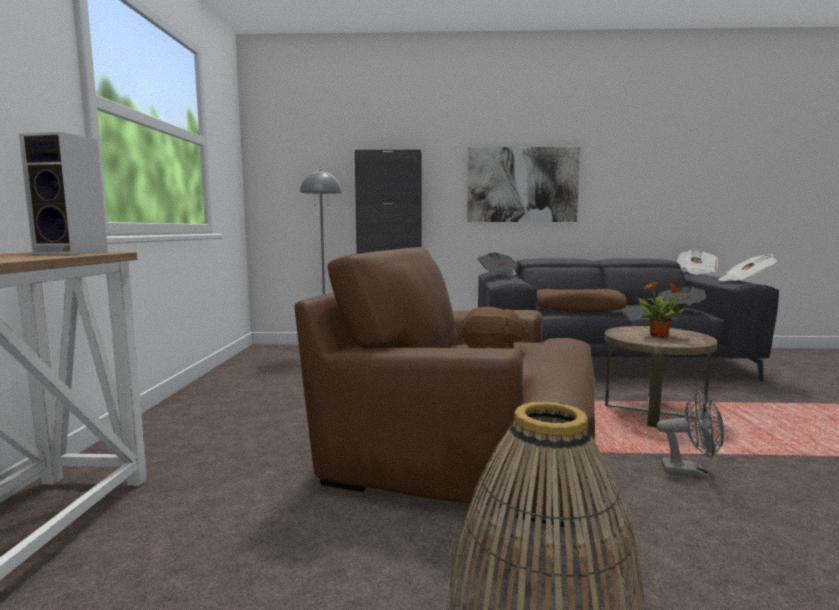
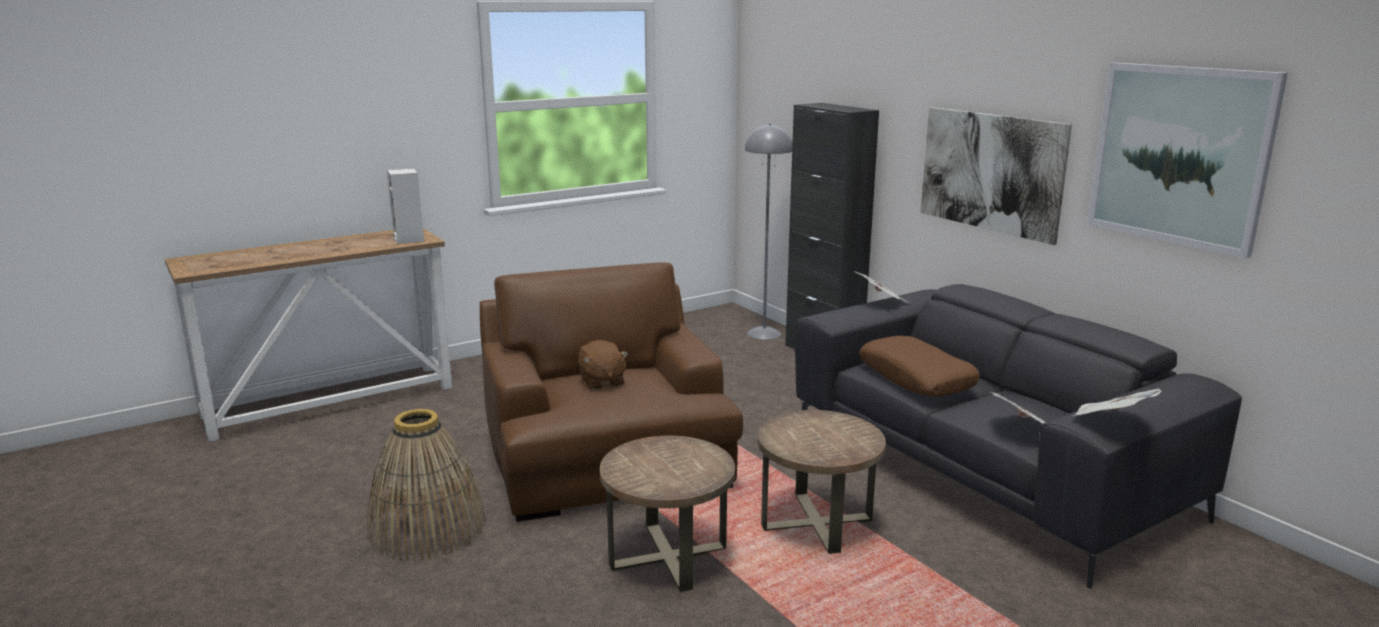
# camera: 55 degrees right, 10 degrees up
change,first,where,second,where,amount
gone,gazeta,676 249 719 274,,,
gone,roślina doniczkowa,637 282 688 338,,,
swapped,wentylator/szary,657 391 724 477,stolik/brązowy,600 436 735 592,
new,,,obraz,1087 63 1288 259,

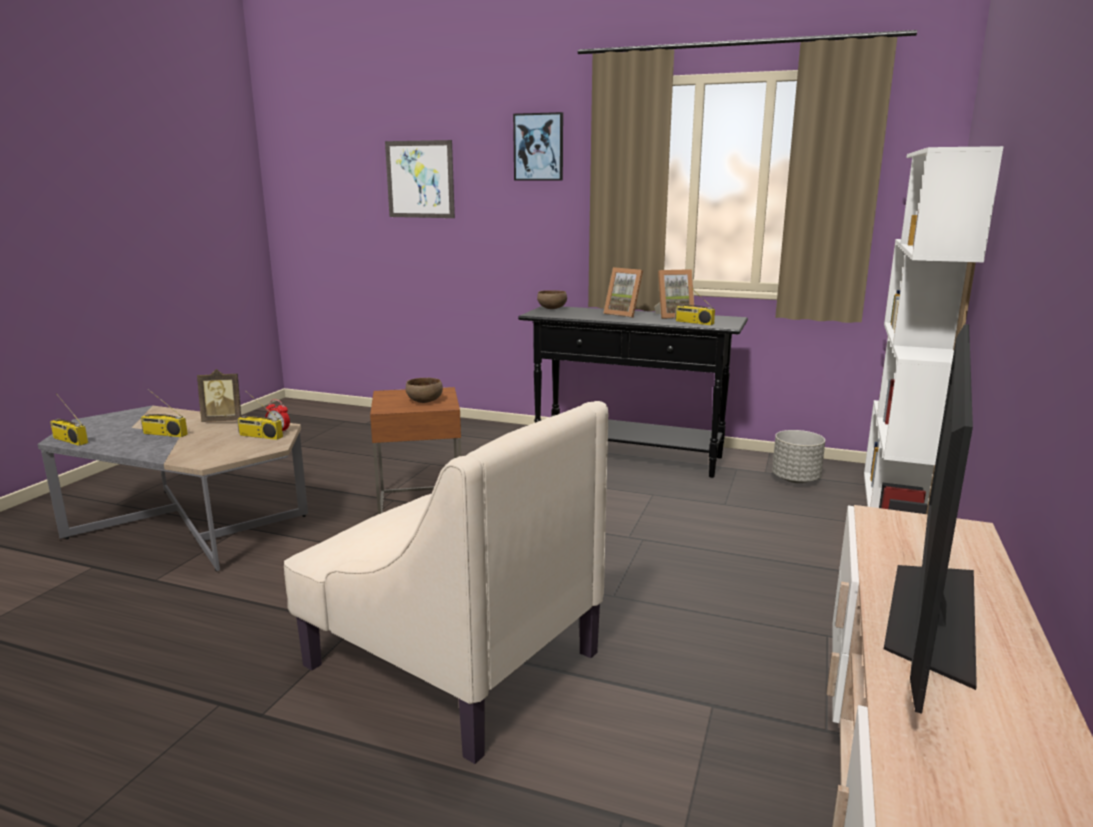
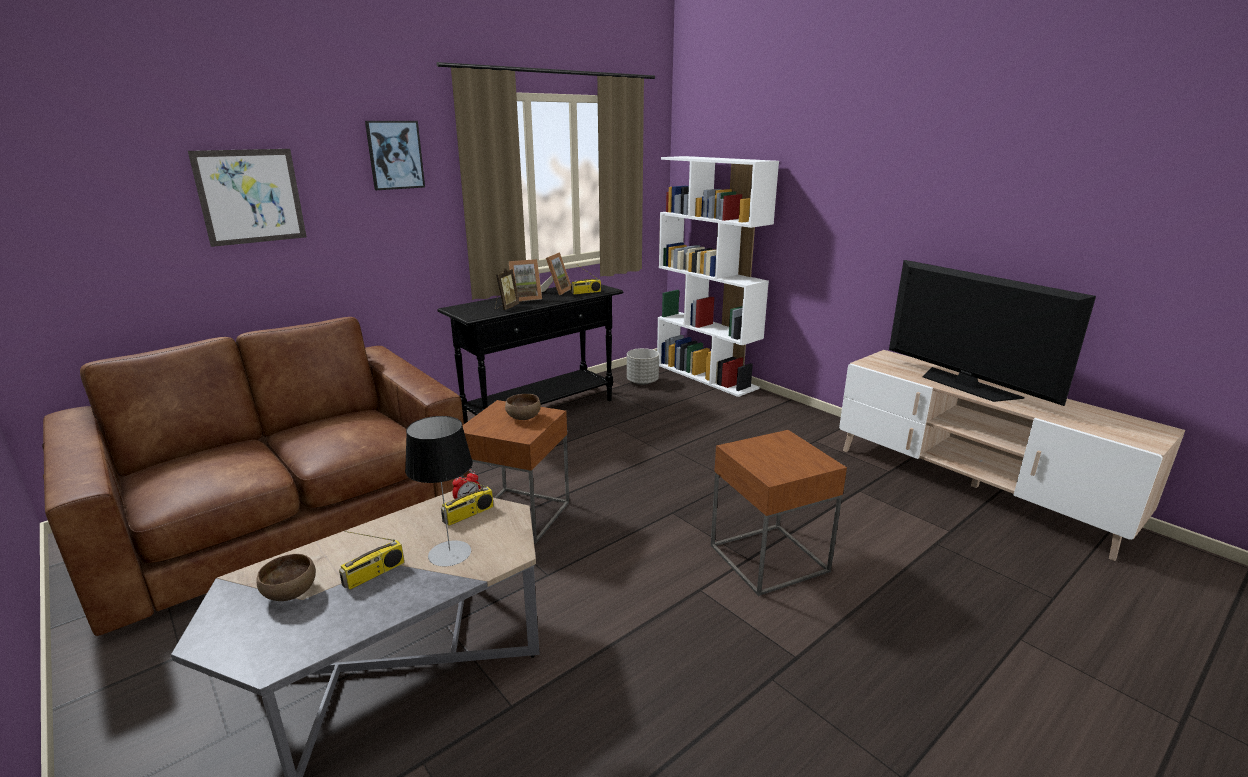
# camera: 60 degrees left, 5 degrees up
change,first,where,second,where,amount
shifted,miska/brązowy,537 290 567 309,,257 554 316 601,
shifted,ramka na zdjęcie,197 369 241 422,,495 268 519 310,
gone,radio,50 393 88 446,,,
swapped,fotel/beżowy,284 401 608 764,stolik/brązowy,711 430 847 596,
new,,,kanapa/brązowy,42 317 469 636,
new,,,lampa stołowa,405 416 473 566,

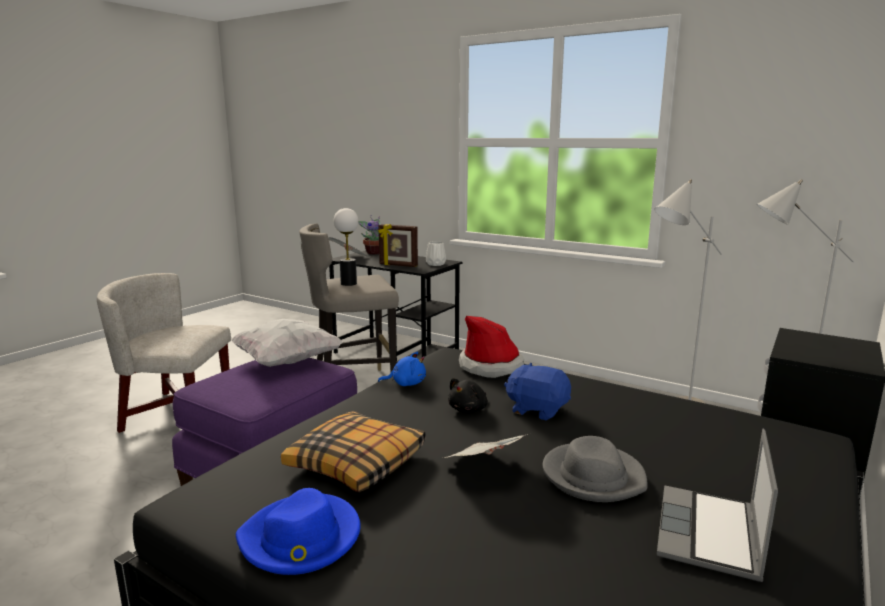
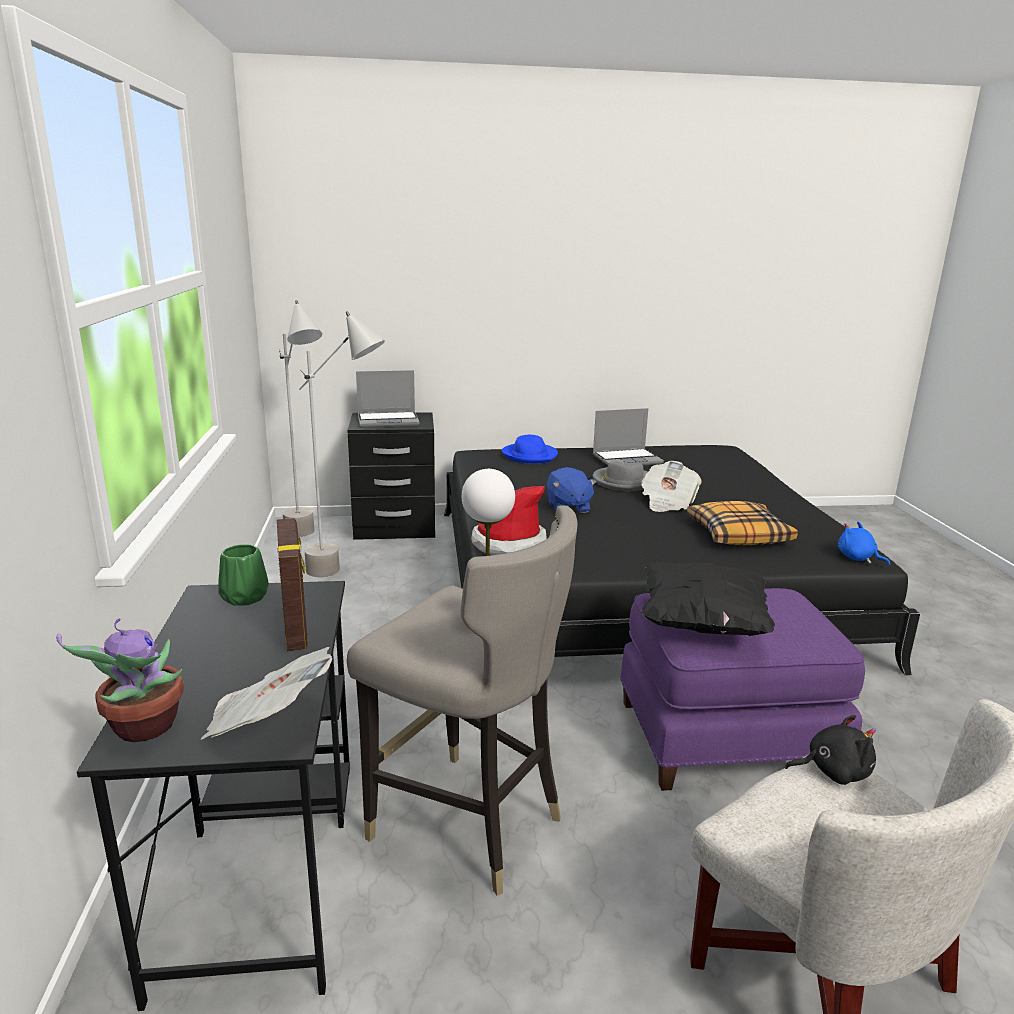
# camera: 130 degrees left, 5 degrees up
change,first,where,second,where,amount
repainted,wazon/biały,426 241 446 266,wazon/zielony,218 544 269 606,
repainted,poduszka/biały,231 319 343 367,poduszka/czarny,641 562 775 636,
shifted,pluszak/niebieski,378 352 426 386,,838 522 890 565,
shifted,pluszak/czarny,448 378 488 413,,785 715 876 785,
shifted,kapelusz/niebieski,236 488 360 575,,502 435 558 463,
new,,,laptop,356 370 420 428,

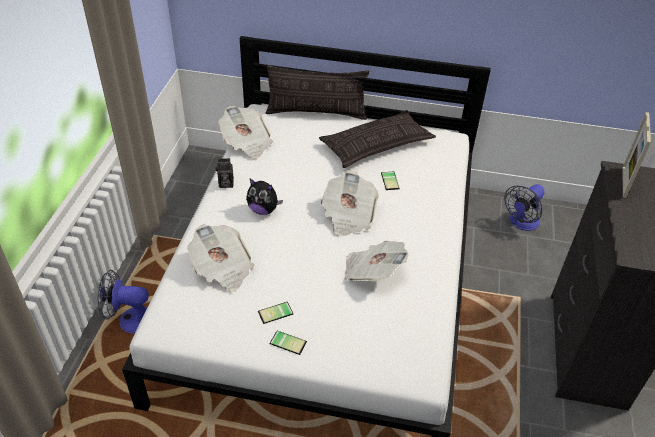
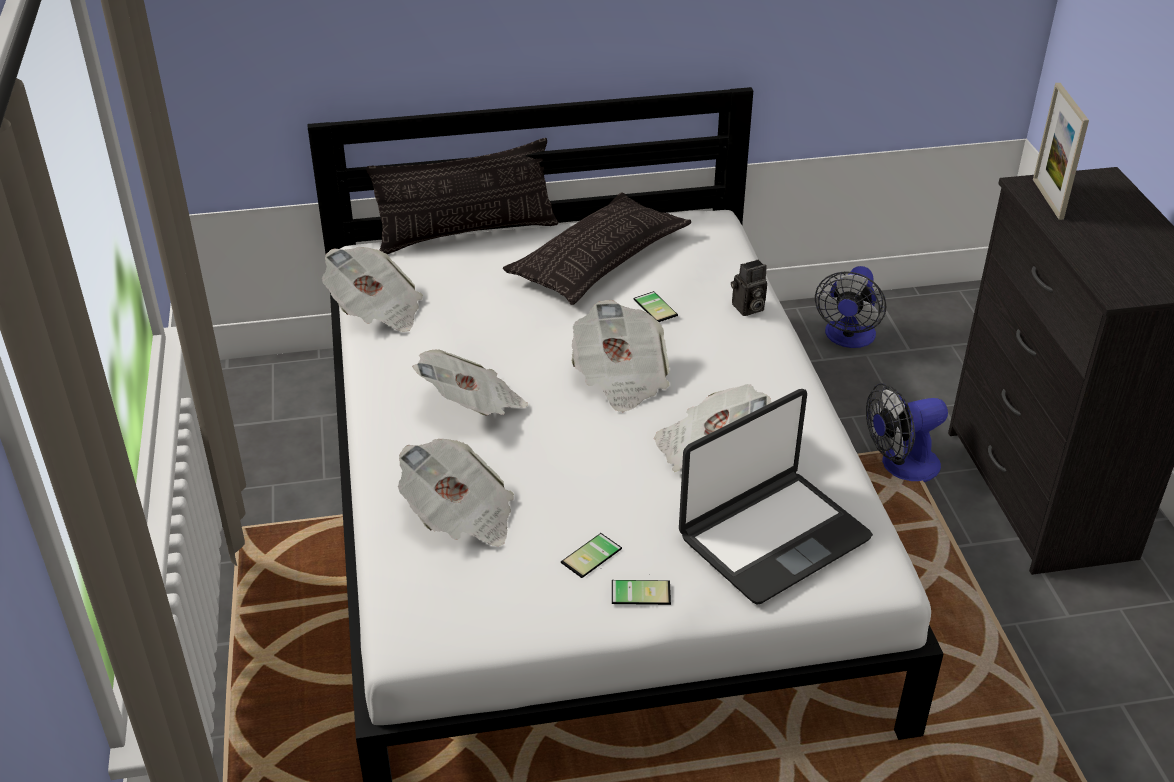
# camera: 20 degrees left, 5 degrees down
change,first,where,second,where,amount
shifted,aparat fotograficzny,215 158 234 188,,731 260 767 316,
swapped,pluszak,246 179 283 215,gazeta,412 349 528 416,
shifted,wentylator,98 270 148 333,,866 383 948 482,
new,,,laptop,679 389 873 604,

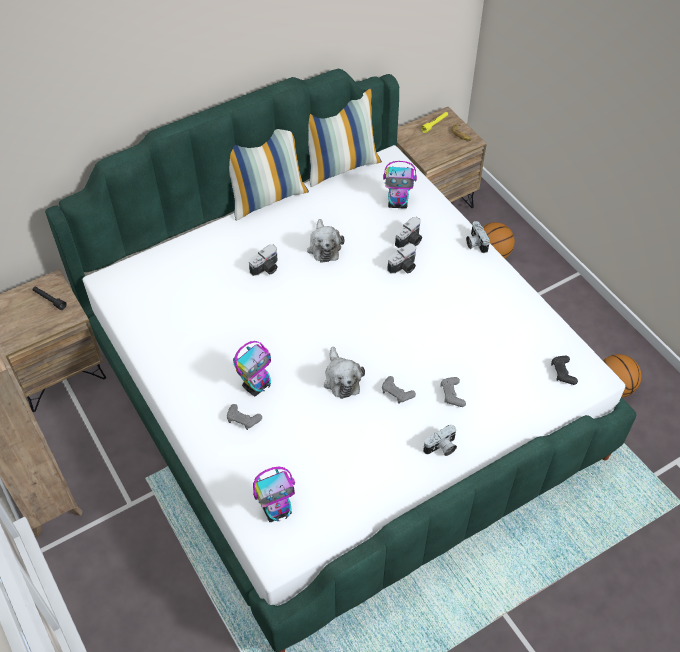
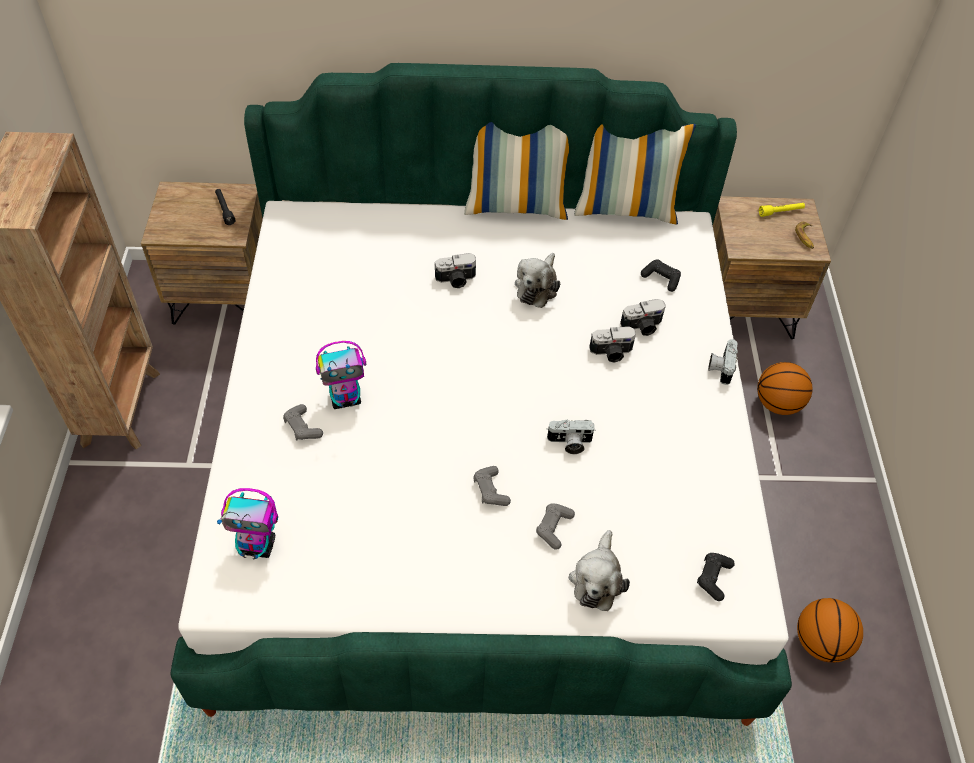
# camera: 30 degrees right, 0 degrees up
change,first,where,second,where,amount
swapped,robot zabawkowy,383 161 417 209,pad do gier/czarny,641 259 681 292,
shifted,pluszak,324 347 365 399,,569 530 630 611,
shifted,aparat fotograficzny,423 425 457 456,,547 419 595 454,

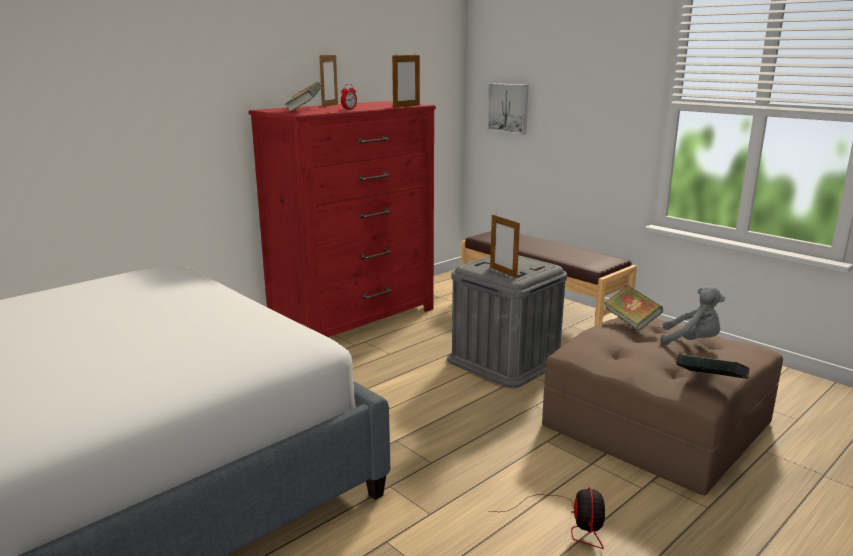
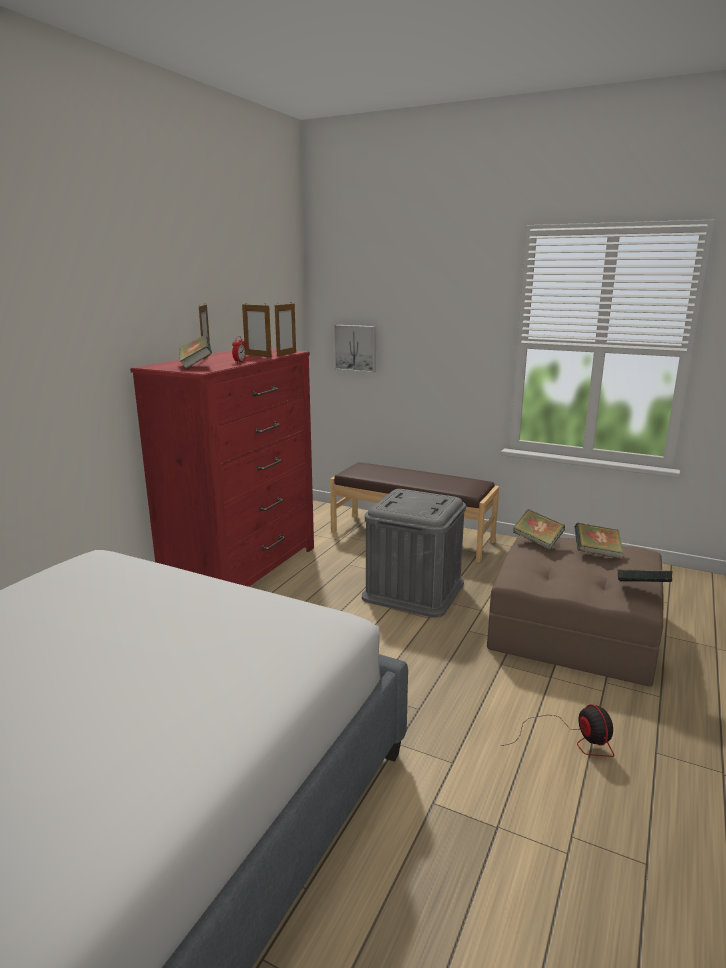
# camera: 20 degrees left, 0 degrees up
change,first,where,second,where,amount
shifted,ramka na zdjęcie,490 215 520 278,,242 304 272 358,
swapped,pluszak/szary,661 286 725 346,książka,574 523 624 558,

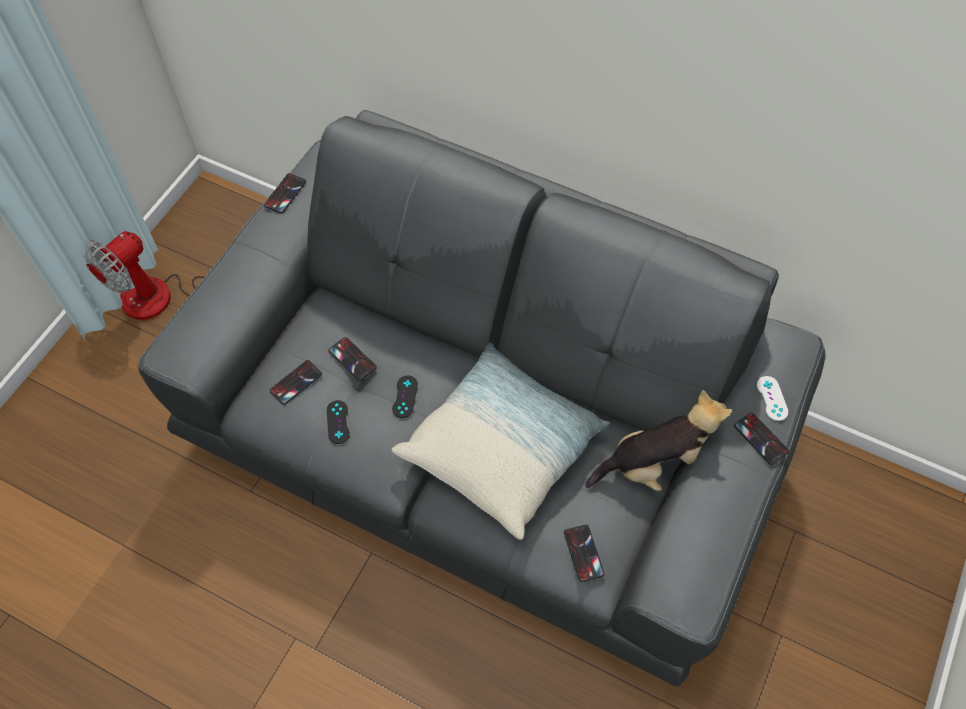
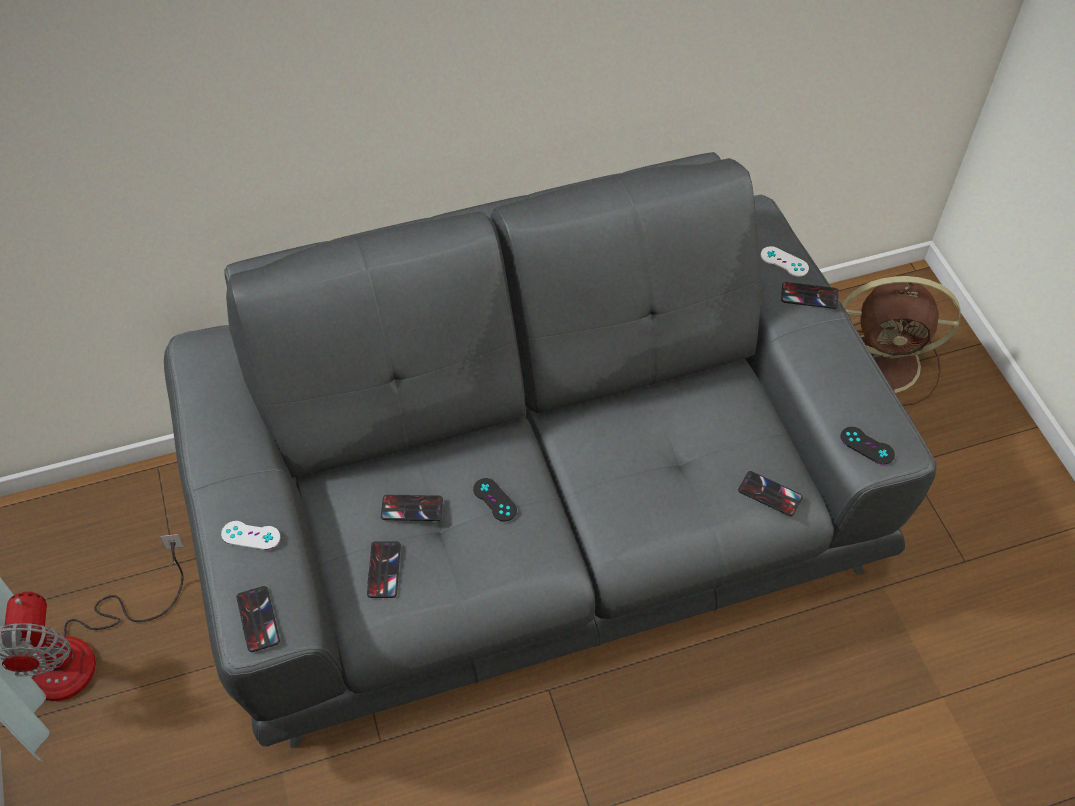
# camera: 45 degrees left, 5 degrees down
change,first,where,second,where,amount
shifted,telefon,264 173 306 213,,236 586 280 652,
gone,poduszka,391 343 610 540,,,
gone,pluszak,585 390 732 491,,,
shifted,pad do gier/czarny,327 400 350 444,,841 427 895 465,
new,,,wentylator/brązowy,842 276 961 406,
new,,,pad do gier/biały,221 521 280 550,

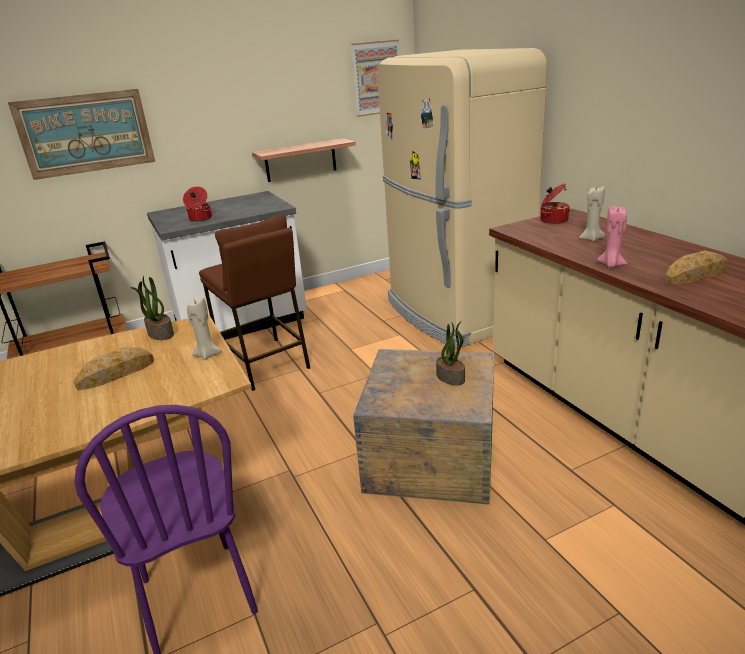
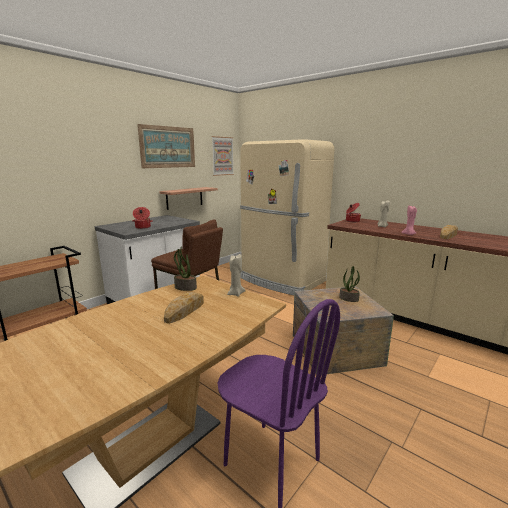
# camera: 25 degrees left, 10 degrees down
change,first,where,second,where,amount
shifted,obraz,8 89 155 180,,137 124 195 168,

